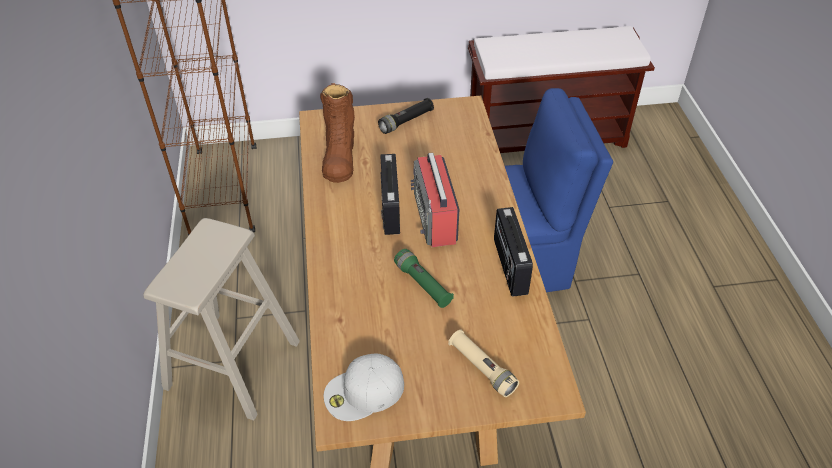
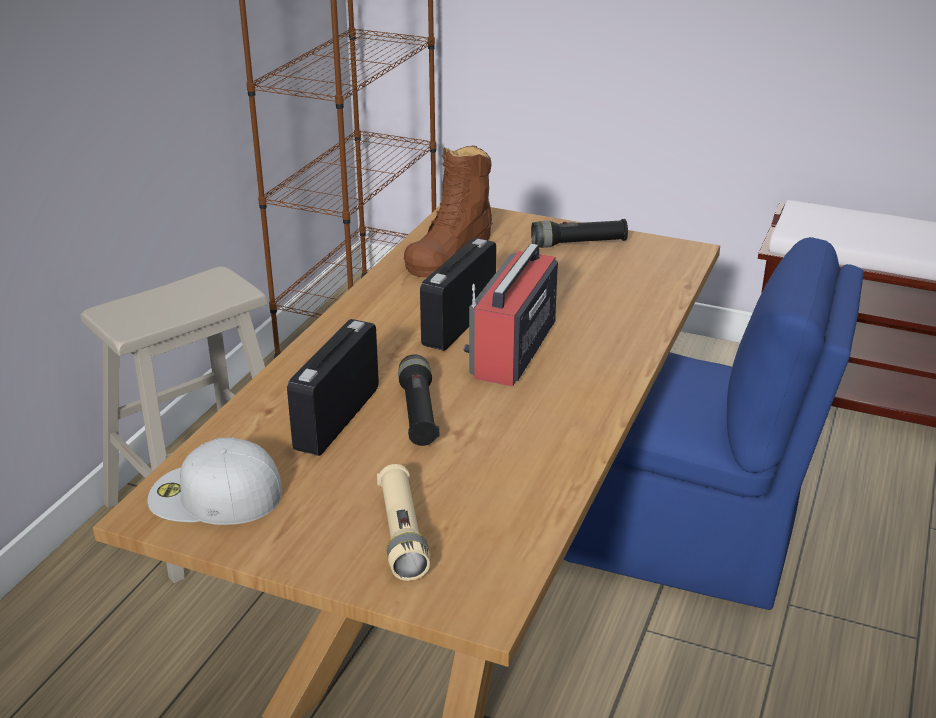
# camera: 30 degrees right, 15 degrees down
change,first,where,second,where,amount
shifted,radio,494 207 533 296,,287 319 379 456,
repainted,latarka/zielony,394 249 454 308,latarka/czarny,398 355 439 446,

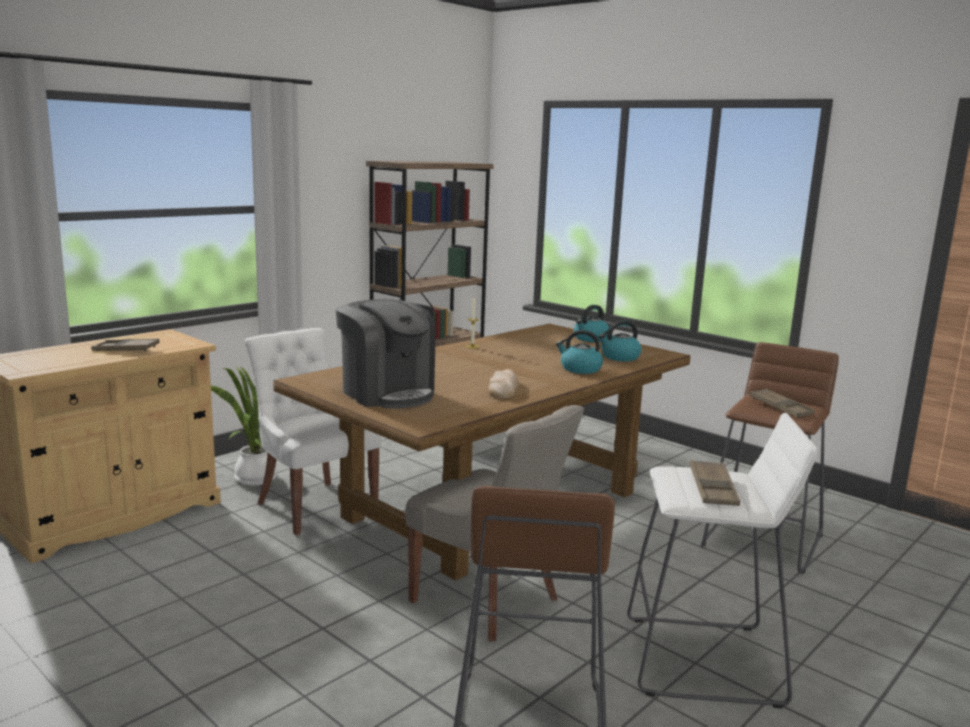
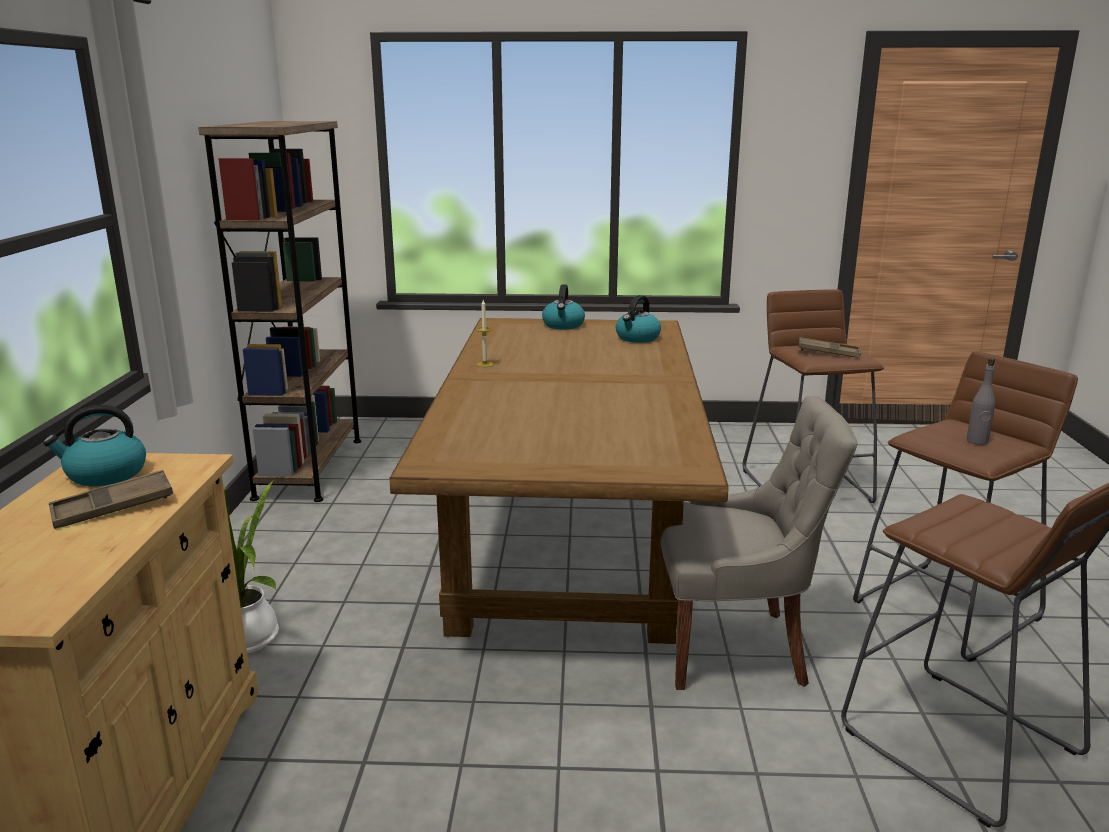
# camera: 40 degrees left, 5 degrees up
change,first,where,second,where,amount
gone,ekspres do kawy,336 299 436 409,,,
gone,krzesło/biały,244 328 382 535,,,
shifted,czajnik,556 330 603 374,,43 405 146 486,
gone,chleb,488 369 518 398,,,
repainted,stołek/biały,627 413 817 709,stołek/brązowy,853 351 1078 662,
swapped,taca/brązowy,690 460 740 506,butelka/szary,966 357 995 445,

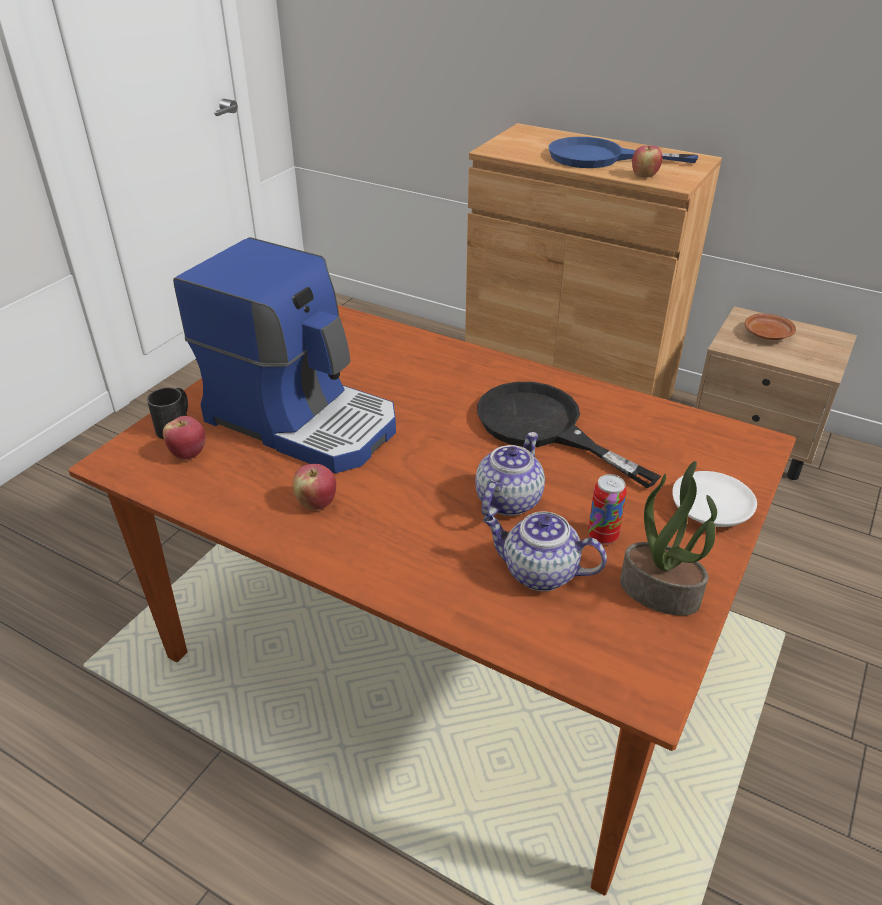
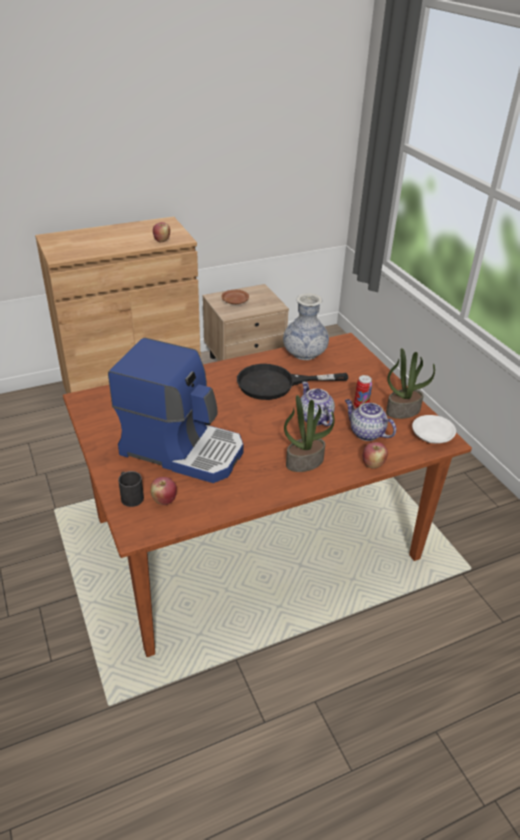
# camera: 55 degrees left, 0 degrees up
change,first,where,second,where,amount
gone,patelnia/niebieski,548 137 698 168,,,
rotated,ekspres do kawy,173 237 396 473,,108 338 244 483,45 degrees clockwise
shifted,jabłko,293 464 336 510,,363 442 388 469,
shifted,talerz/biały,672 471 757 527,,412 415 456 444,
rotated,imbryk,483 511 607 591,,345 399 396 441,75 degrees clockwise
new,,,wazon,283 293 329 360,
new,,,roślina doniczkowa,284 395 335 472,

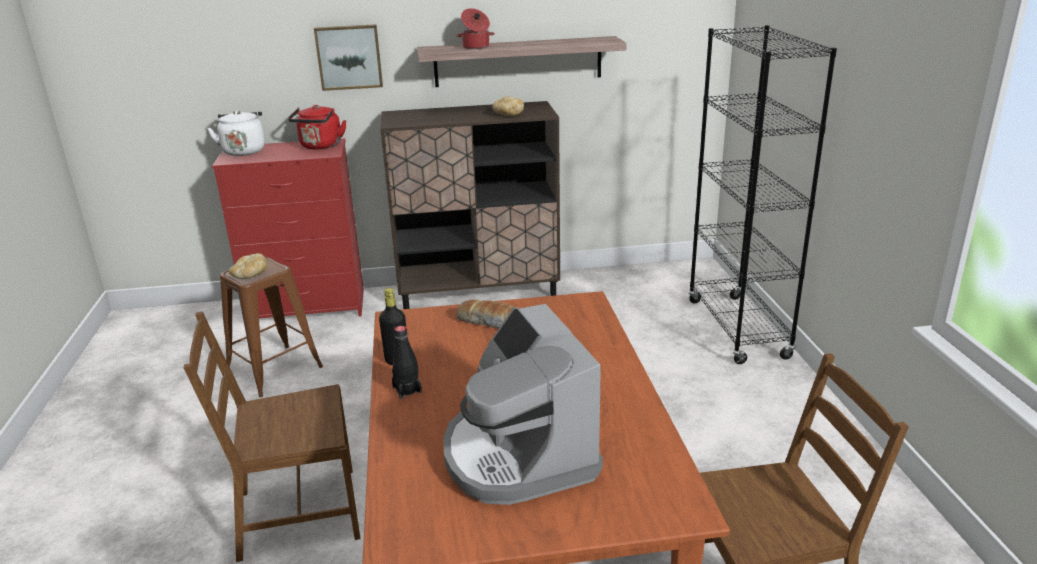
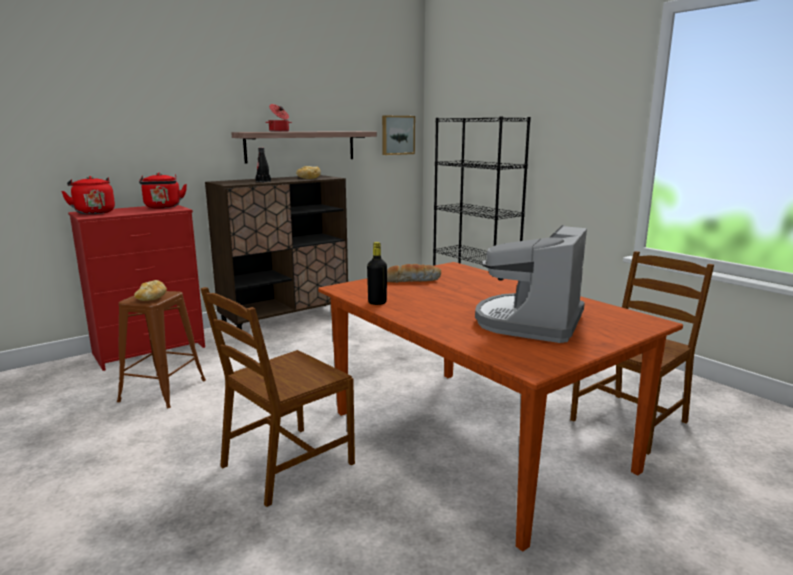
# camera: 30 degrees left, 10 degrees down
change,first,where,second,where,amount
shifted,obraz,314 24 383 91,,382 116 415 155,
repainted,czajnik/biały,207 110 265 156,czajnik/czerwony,61 176 115 214,
rotated,ekspres do kawy,443 304 603 505,,475 225 587 343,75 degrees clockwise
shifted,butelka/czarny,392 326 422 399,,255 148 271 183,

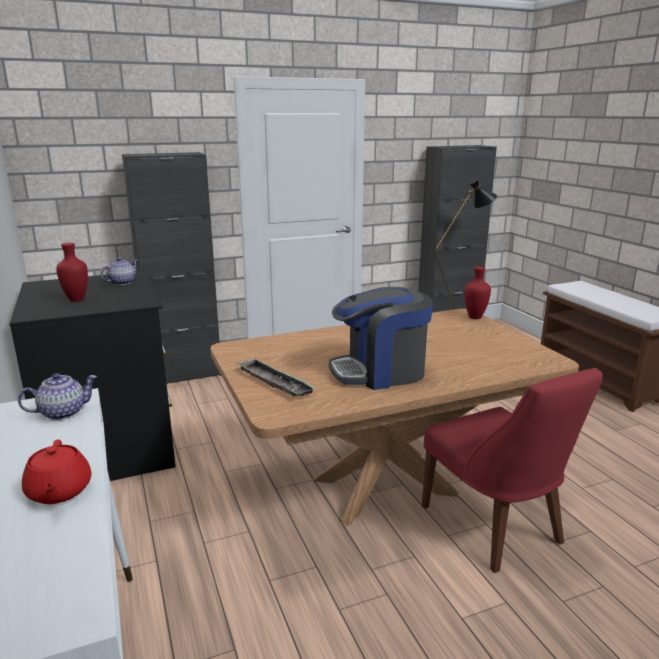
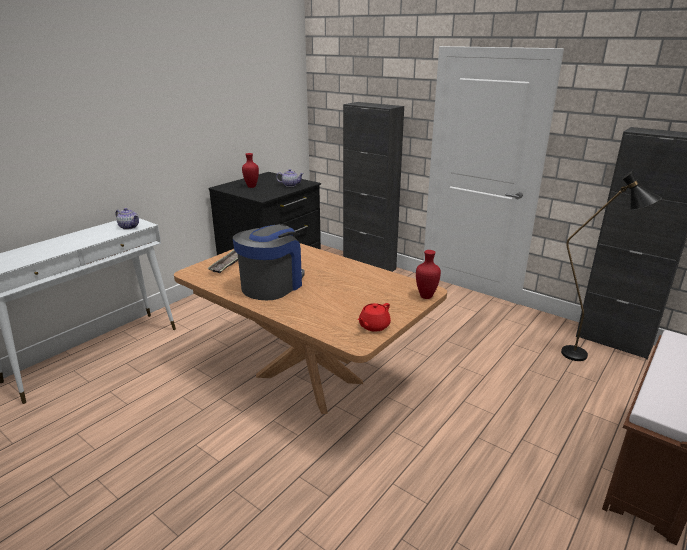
# camera: 60 degrees right, 5 degrees up
change,first,where,second,where,amount
rotated,ekspres do kawy,329 287 433 390,,233 223 305 300,75 degrees clockwise
gone,krzesło/czerwony,422 368 603 573,,,
shifted,imbryk/czerwony,22 440 92 504,,358 303 391 332,

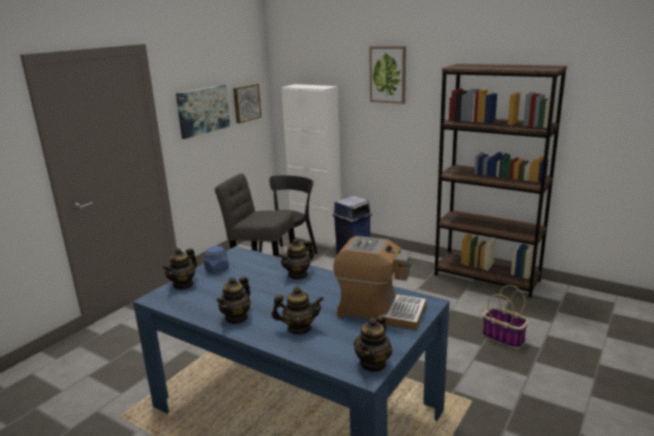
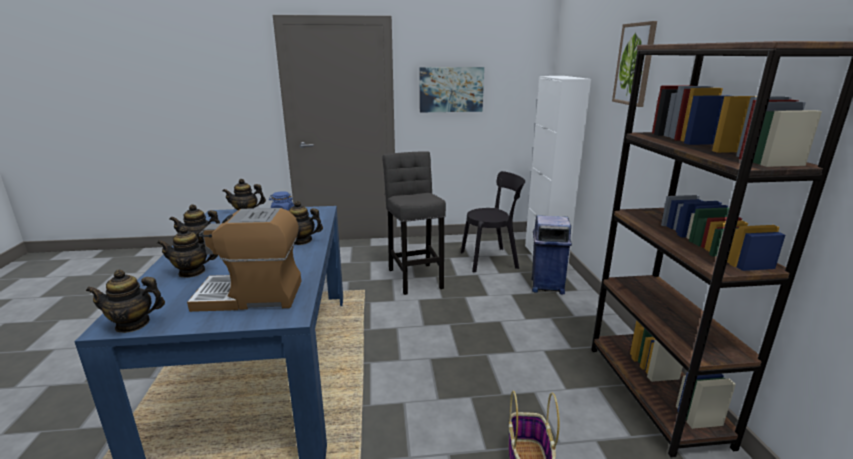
# camera: 50 degrees right, 0 degrees up
change,first,where,second,where,amount
gone,obraz,233 84 261 123,,,
rotated,ekspres do kawy,333 236 427 330,,187 208 301 312,105 degrees clockwise
rotated,imbryk,272 286 324 335,,157 226 218 278,120 degrees clockwise

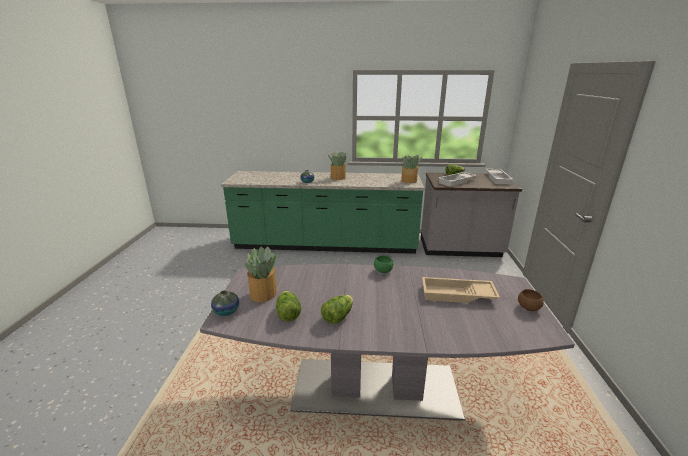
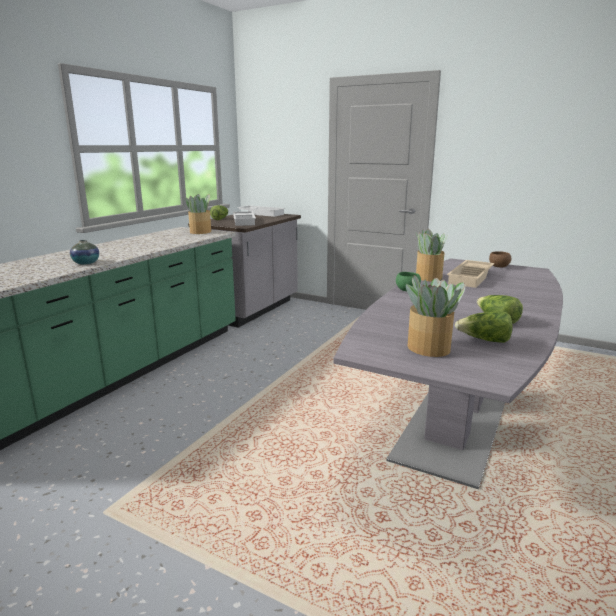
# camera: 65 degrees left, 5 degrees down
change,first,where,second,where,amount
shifted,roślina doniczkowa,328 152 346 180,,416 229 447 281,
gone,wazon,211 290 239 316,,,

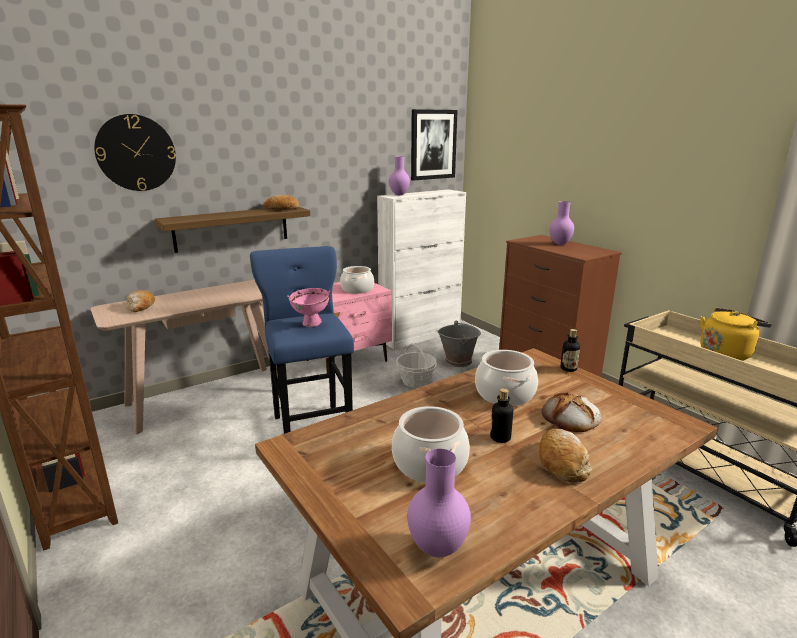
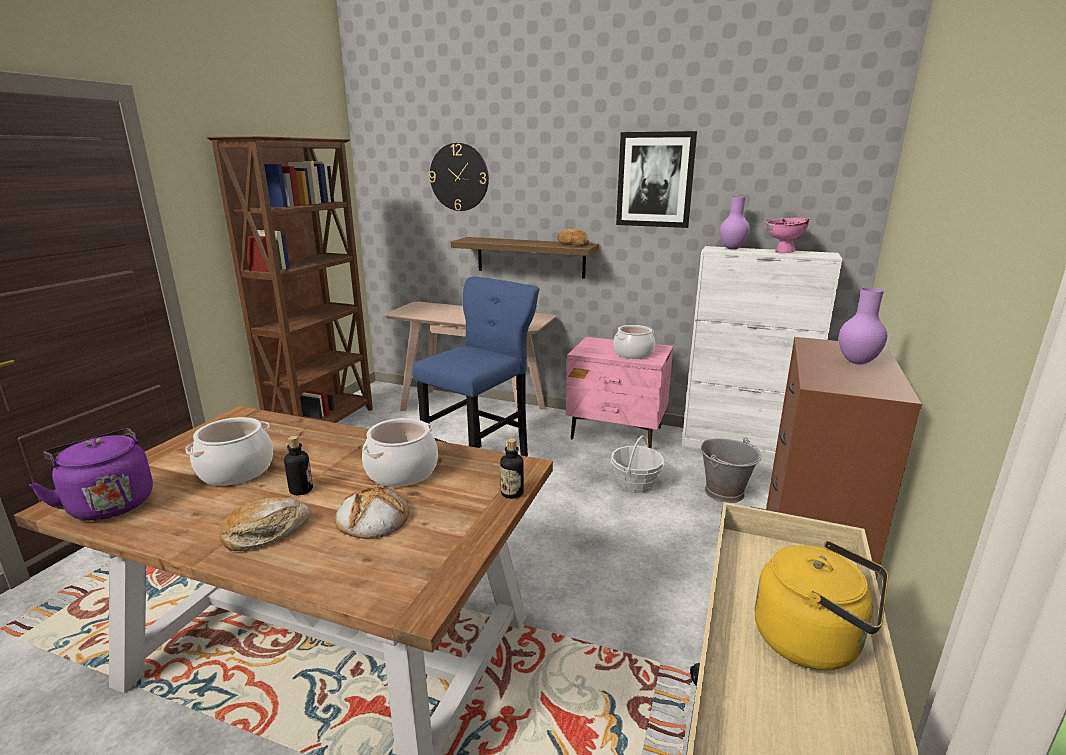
# camera: 55 degrees right, 0 degrees up
change,first,where,second,where,amount
shifted,obraz,411 109 458 180,,616 131 697 228,
shifted,miska/różowy,287 288 330 327,,766 218 809 253,
gone,chleb,126 290 155 312,,,
swapped,wazon/fioletowy,407 448 471 557,czajnik/fioletowy,29 428 153 521,

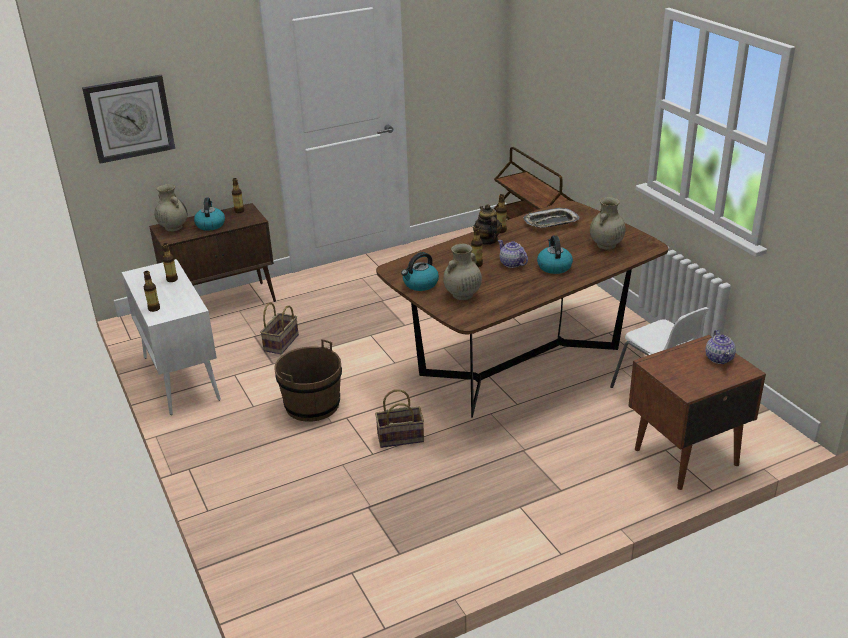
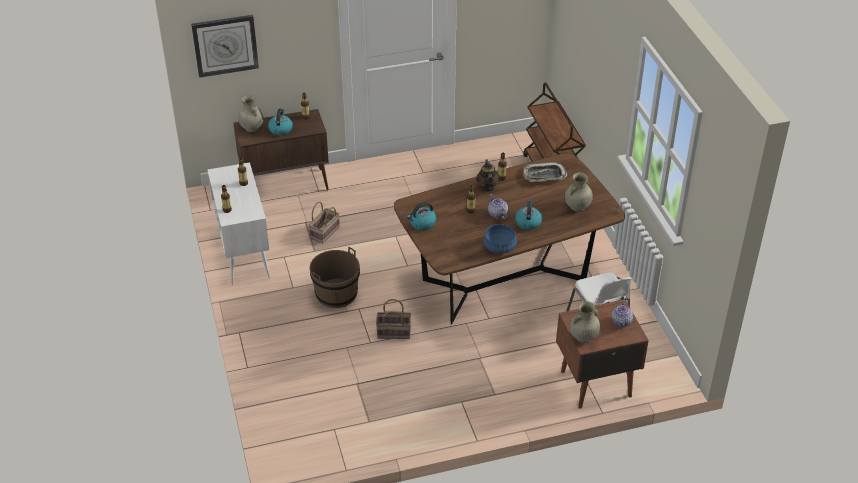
# camera: 10 degrees right, 10 degrees up
change,first,where,second,where,amount
shifted,wazon/beżowy,443 244 482 300,,570 301 600 343,
new,,,garnek/niebieski,483 224 517 253,

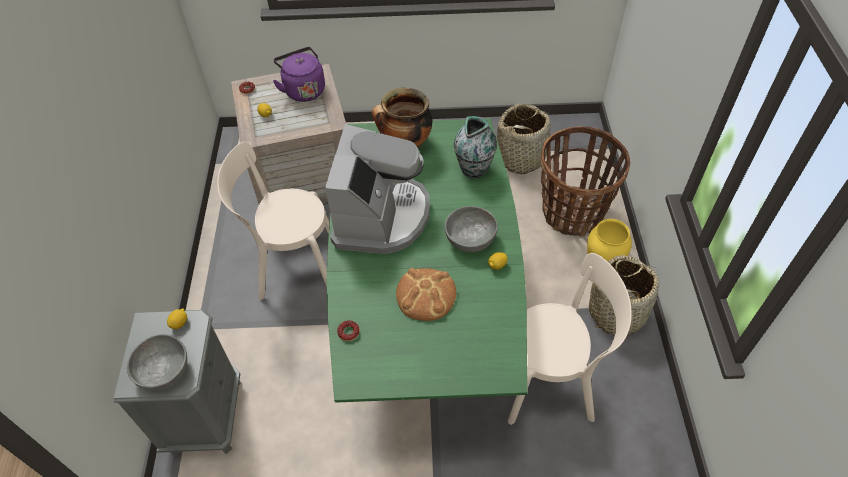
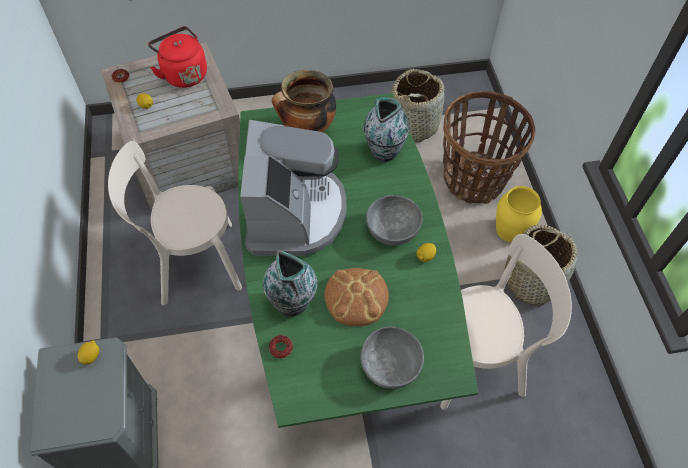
# camera: 10 degrees left, 5 degrees up
change,first,where,second,where,amount
repainted,czajnik/fioletowy,273 47 325 102,czajnik/czerwony,148 26 207 88,
shifted,miska/szary,127 334 187 391,,360 326 424 389,
new,,,wazon,263 250 317 317,

